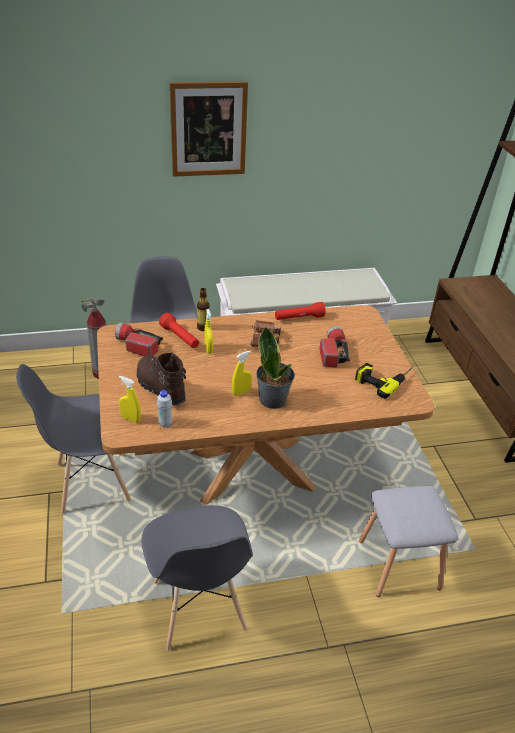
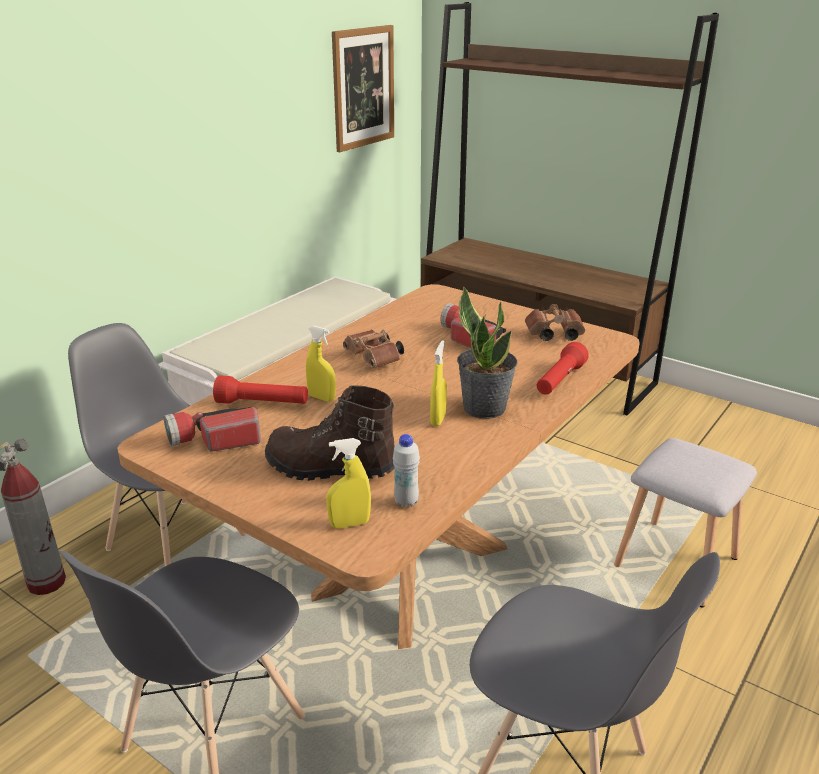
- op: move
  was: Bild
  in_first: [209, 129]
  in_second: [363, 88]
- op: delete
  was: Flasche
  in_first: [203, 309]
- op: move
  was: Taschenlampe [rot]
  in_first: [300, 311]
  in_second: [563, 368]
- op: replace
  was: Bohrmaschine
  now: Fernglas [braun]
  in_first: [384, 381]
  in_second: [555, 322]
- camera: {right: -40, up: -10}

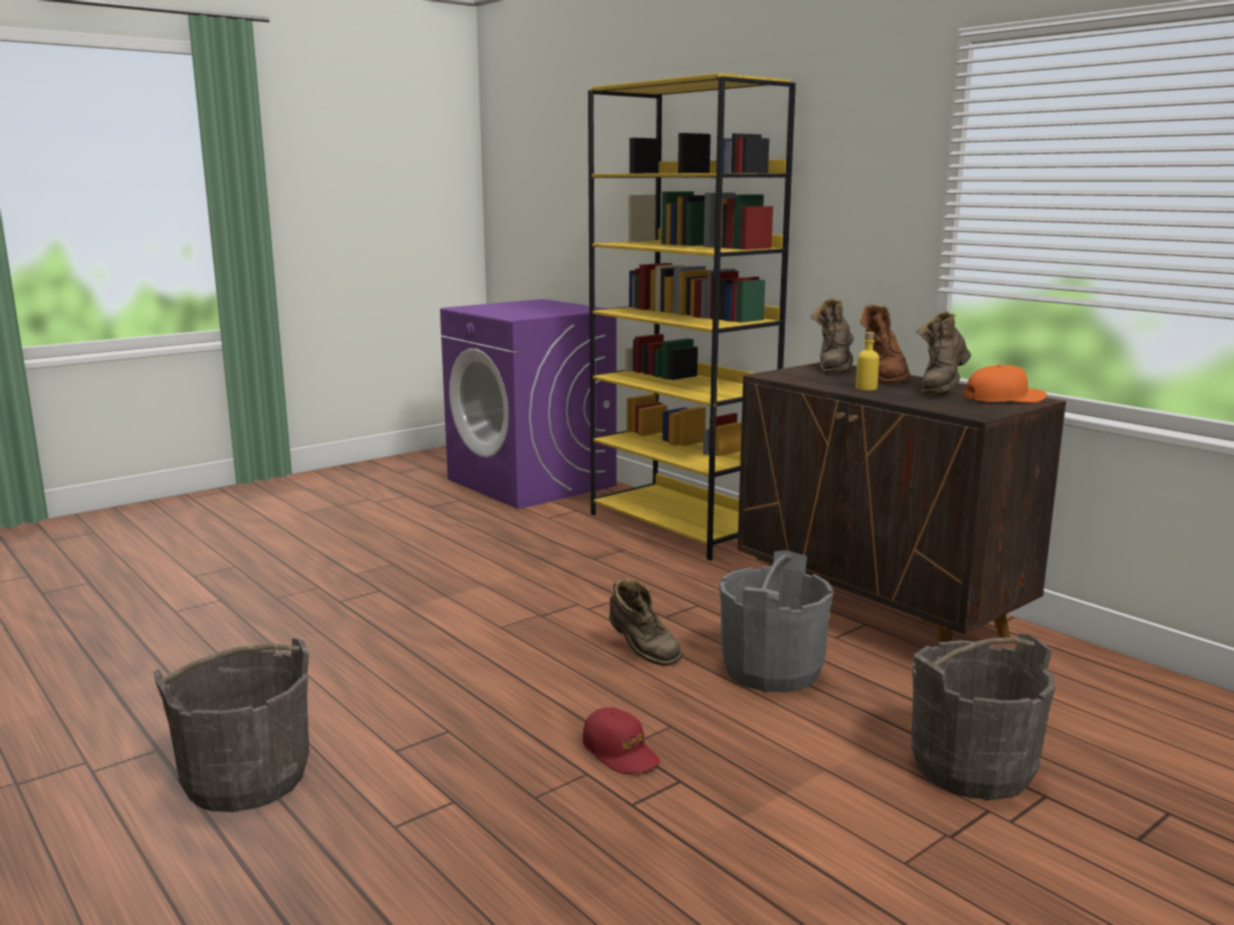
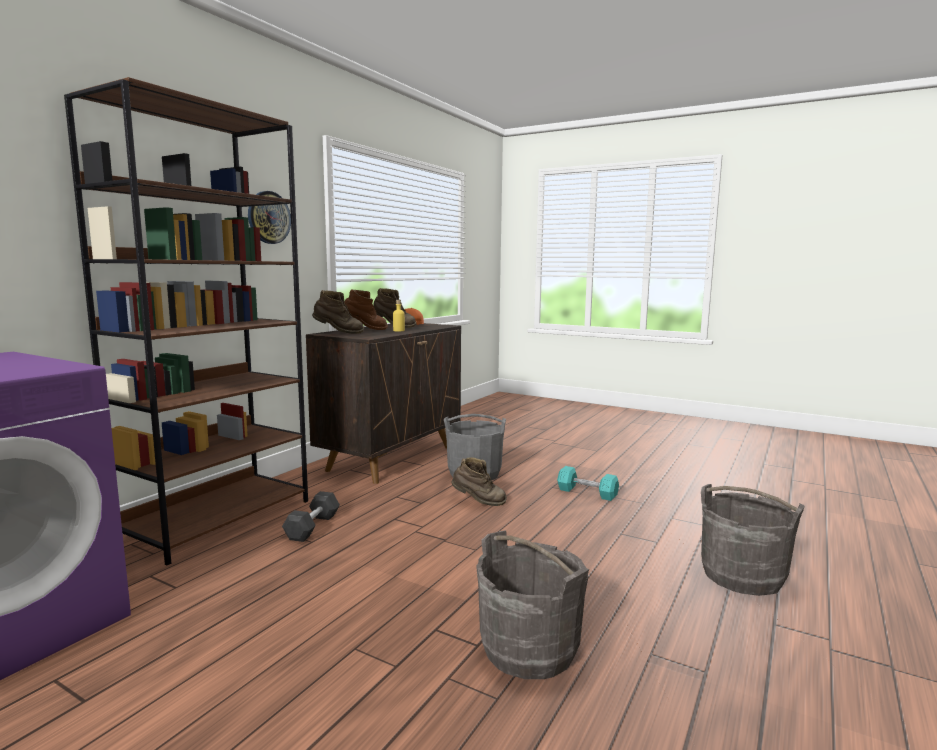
- op: replace
  was: Kappe [rot]
  now: Hantel [türkis]
  in_first: [621, 740]
  in_second: [588, 483]
- op: recolor
  was: Bücherregal [gelb]
  now: Bücherregal [braun]
  in_first: [692, 317]
  in_second: [186, 321]
- op: rotate
  was: Stiefel [braun]
  in_first: [646, 622]
  in_second: [479, 481]
  clockwise: 75
- op: move
  was: Eimer [grau]
  in_first: [983, 716]
  in_second: [532, 604]
- op: insert
  now: Wanduhr
  in_second: [269, 217]
- op: insert
  now: Hantel [grau]
  in_second: [311, 516]
- camera: {right: -110, up: -5}

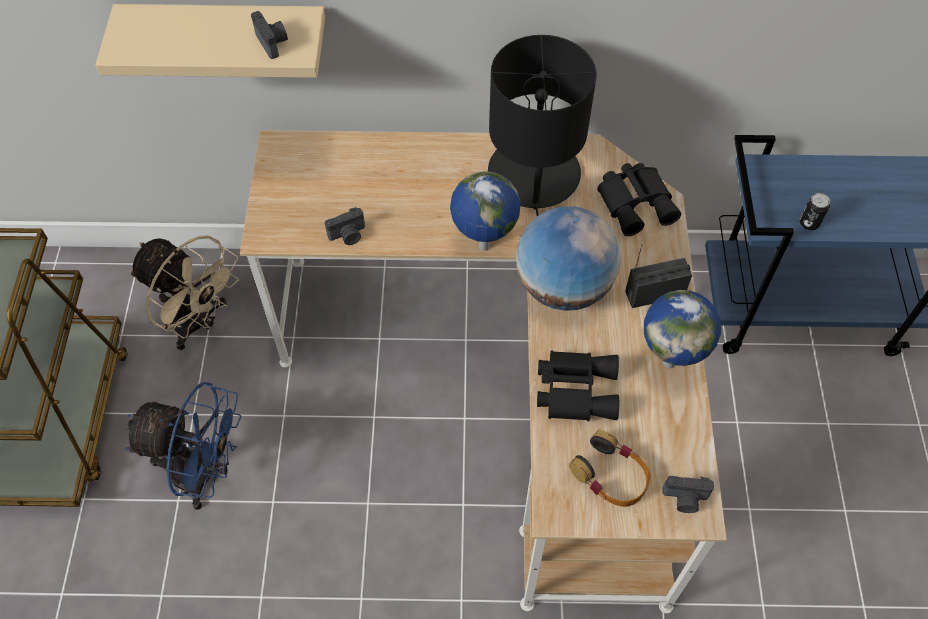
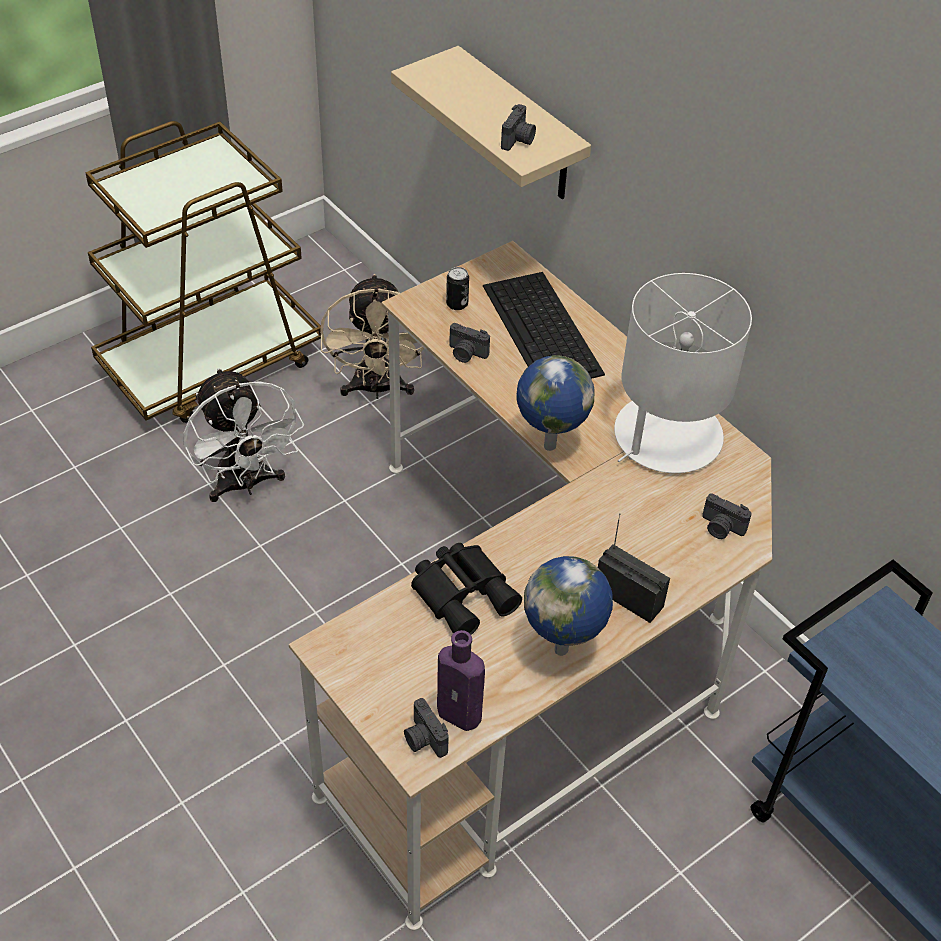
- op: recolor
  was: Ventilator [blau]
  now: Ventilator [weiß]
  in_first: [183, 446]
  in_second: [243, 435]
- op: recolor
  was: Tischlampe [schwarz]
  now: Tischlampe [weiß]
  in_first: [542, 125]
  in_second: [683, 373]
- op: delete
  was: Globus
  in_first: [568, 258]
- op: delete
  was: Kopfhörer
  in_first: [610, 468]
- op: replace
  was: Fernglas [schwarz]
  now: Kamera
  in_first: [639, 199]
  in_second: [727, 516]
- op: move
  was: Dose
  in_first: [814, 211]
  in_second: [457, 288]
- op: insert
  now: Flasche [lila]
  in_second: [461, 680]
- op: insert
  now: Tastatur
  in_second: [544, 325]
- camera: {right: 50, up: -10}

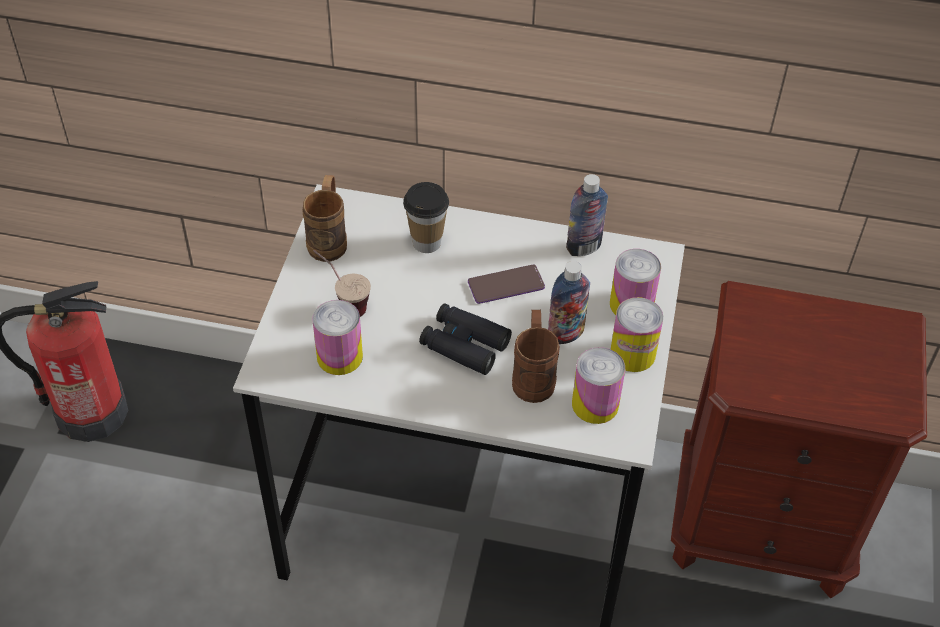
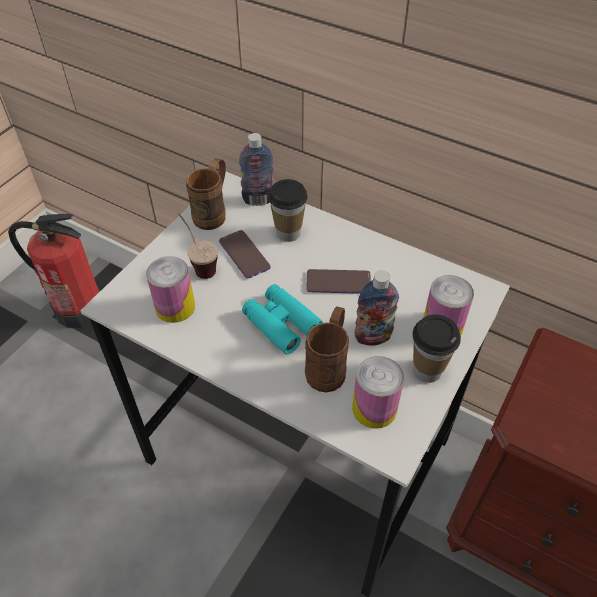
- op: recolor
  was: Fernglas [schwarz]
  now: Fernglas [türkis]
  in_first: [465, 339]
  in_second: [282, 319]
- op: move
  was: Flasche
  in_first: [587, 215]
  in_second: [256, 169]
- op: replace
  was: Dose
  now: Tasse
  in_first: [637, 334]
  in_second: [436, 349]
- op: insert
  now: Handy
  in_second: [245, 254]
- camera: {right: 20, up: 0}

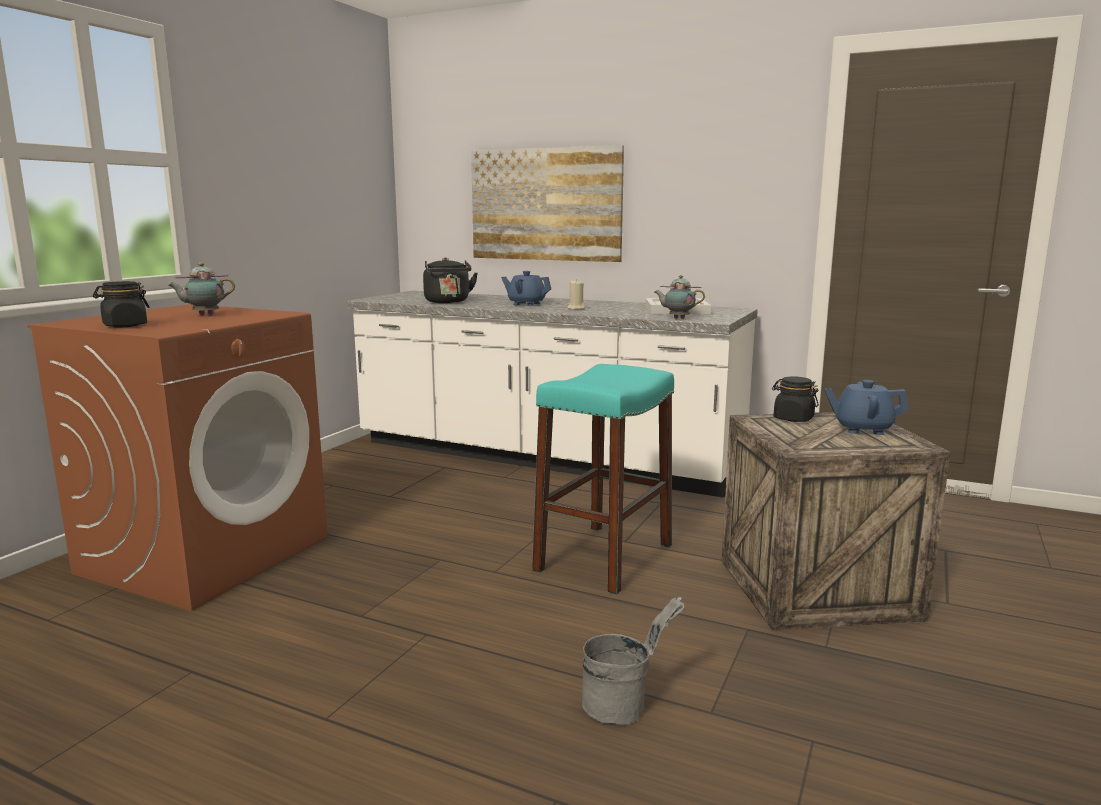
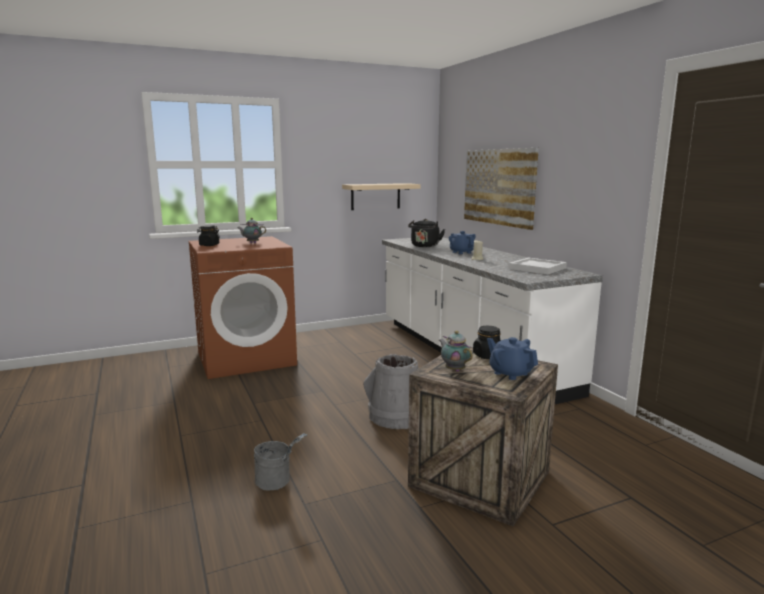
- op: replace
  was: Hocker [türkis]
  now: Eimer [grau]
  in_first: [603, 479]
  in_second: [391, 391]
- op: move
  was: Teekanne
  in_first: [680, 297]
  in_second: [456, 351]
- op: insert
  now: Wandregal [beige]
  in_second: [381, 196]
- camera: {right: 40, up: 0}

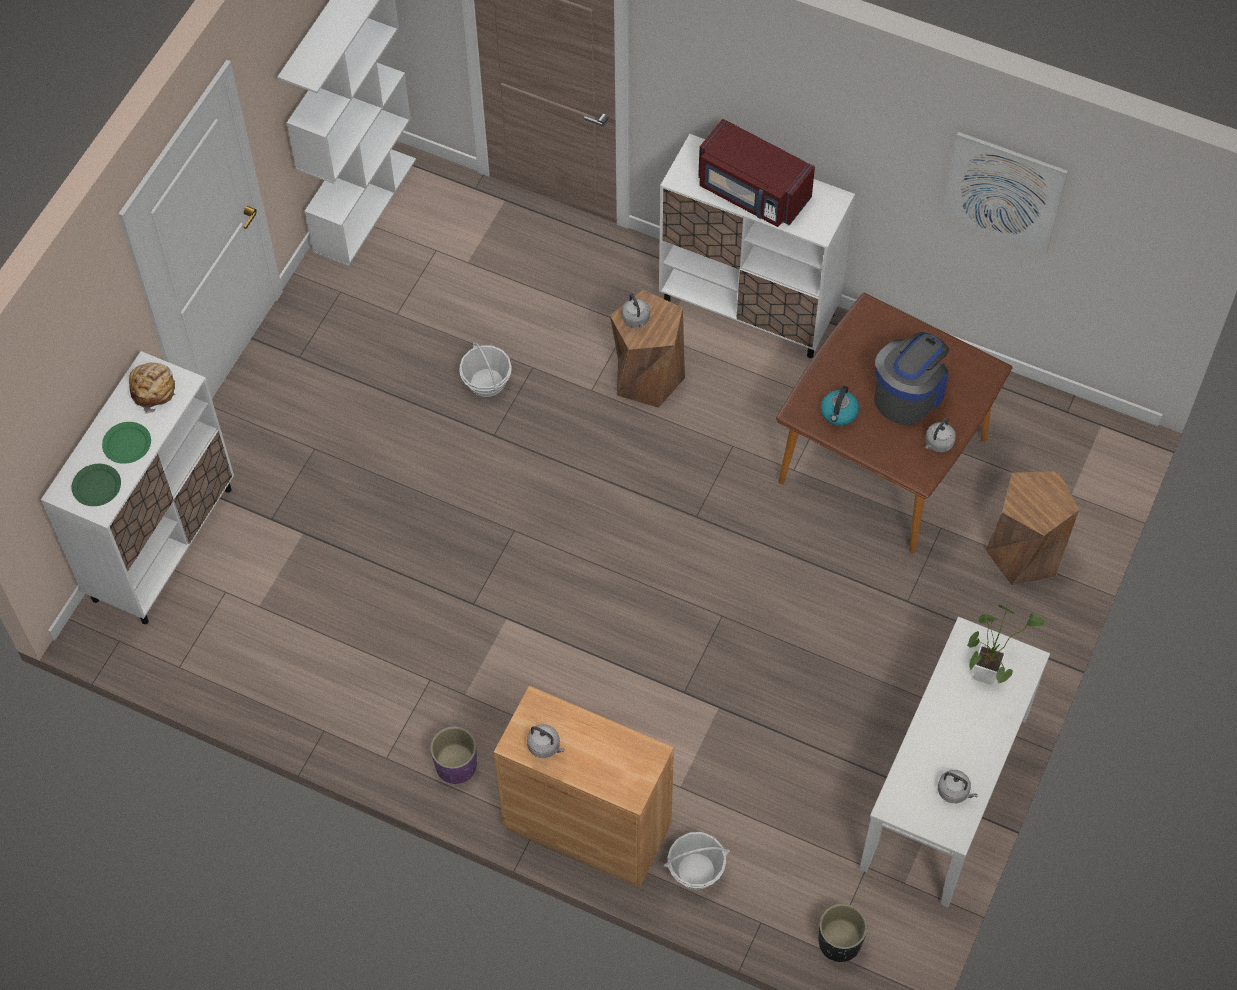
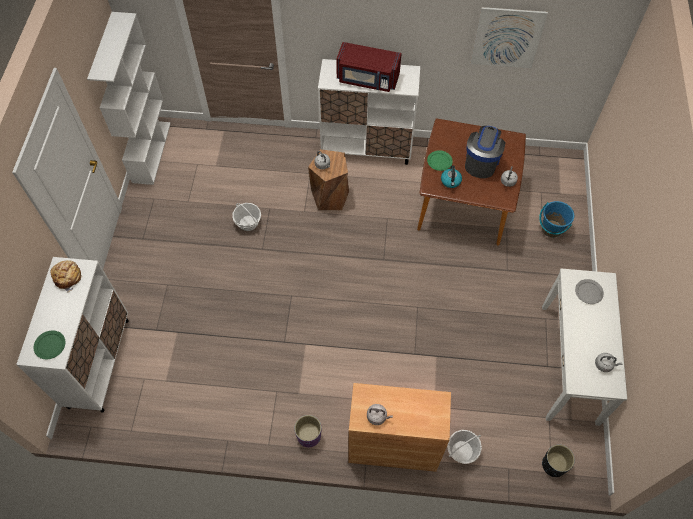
- op: move
  was: Teller [grün]
  in_first: [126, 443]
  in_second: [440, 160]
- op: replace
  was: Topfpflanze
  now: Teller [grau]
  in_first: [1006, 645]
  in_second: [589, 291]
- op: replace
  was: Hocker [braun]
  now: Eimer [blau]
  in_first: [1032, 528]
  in_second: [556, 219]
- camera: {right: -20, up: 0}

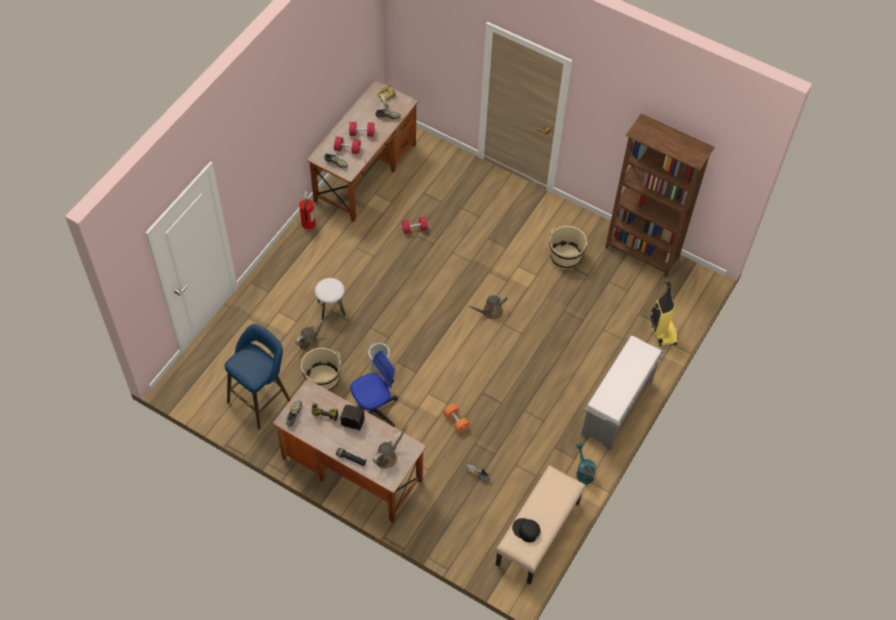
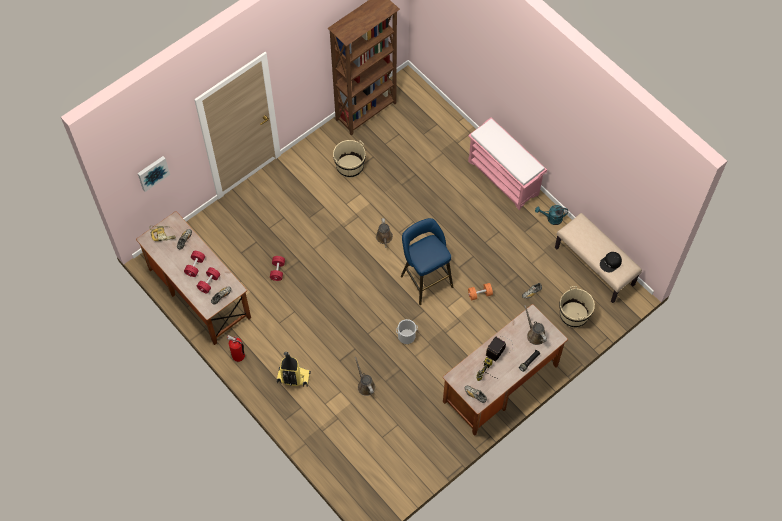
- op: move
  was: Hocker [blau]
  in_first: [257, 377]
  in_second: [427, 261]
- op: move
  was: Eimer [beige]
  in_first: [321, 369]
  in_second: [577, 307]
- op: delete
  was: Hocker [weiß]
  in_first: [330, 299]
- op: delete
  was: Bürostuhl
  in_first: [374, 389]
- op: recolor
  was: Bank [grau]
  now: Bank [rosa]
  in_first: [622, 393]
  in_second: [507, 164]
- op: move
  was: Staubsauger
  in_first: [664, 312]
  in_second: [294, 369]
- op: insert
  now: Bild
  in_second: [154, 174]
- camera: {right: -70, up: 5}

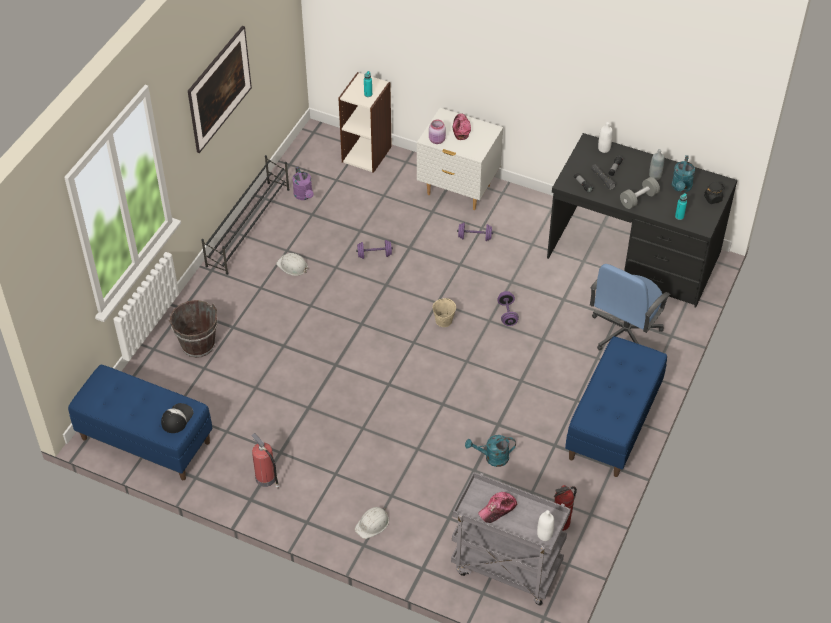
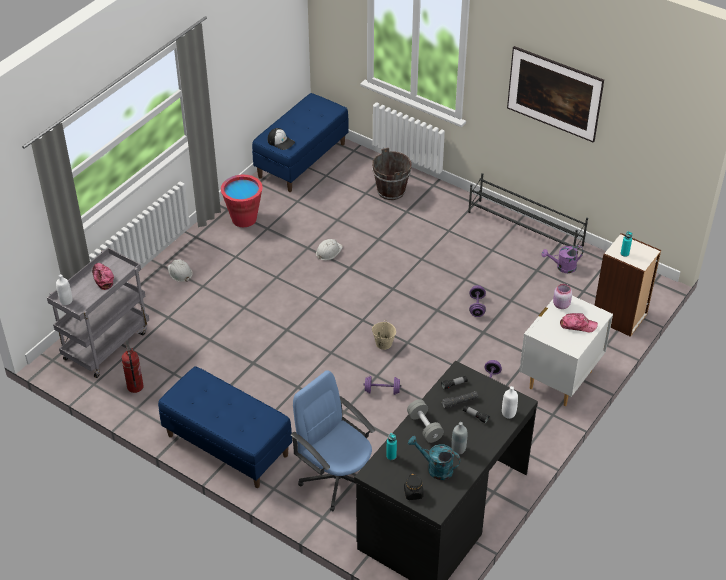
- op: replace
  was: Feuerlöscher
  now: Eimer [rot]
  in_first: [265, 461]
  in_second: [242, 201]
- op: move
  was: Schutzhelm [weiß]
  in_first: [292, 264]
  in_second: [329, 249]
- op: delete
  was: Gießkanne [türkis]
  in_first: [490, 451]
- camera: {right: 100, up: -5}

